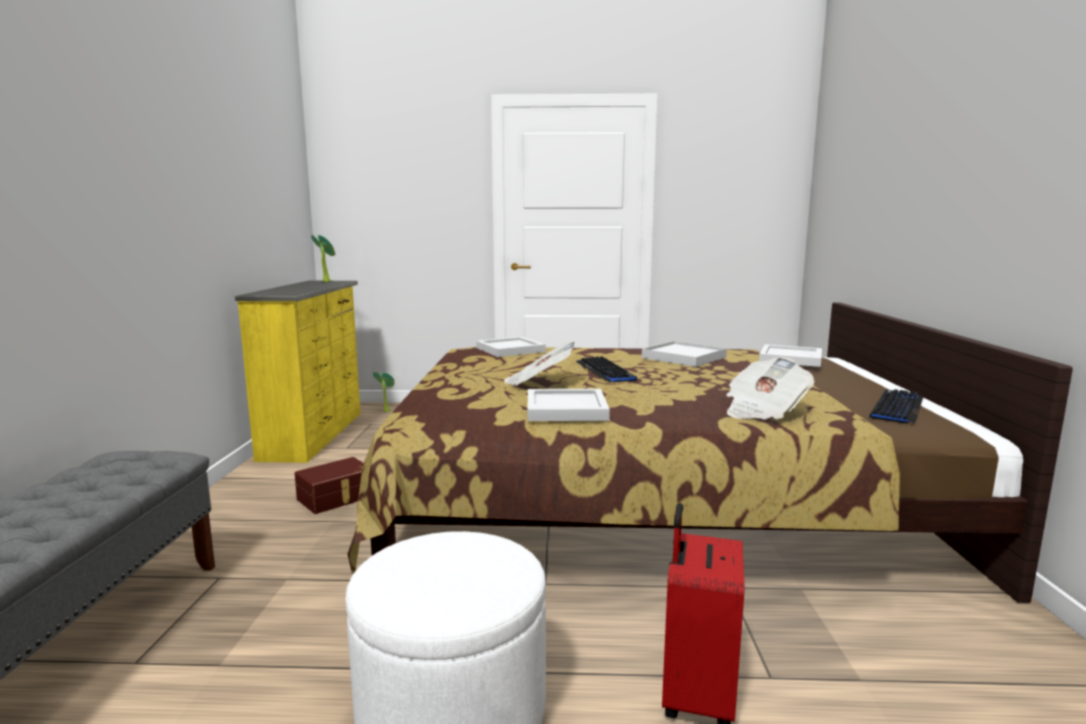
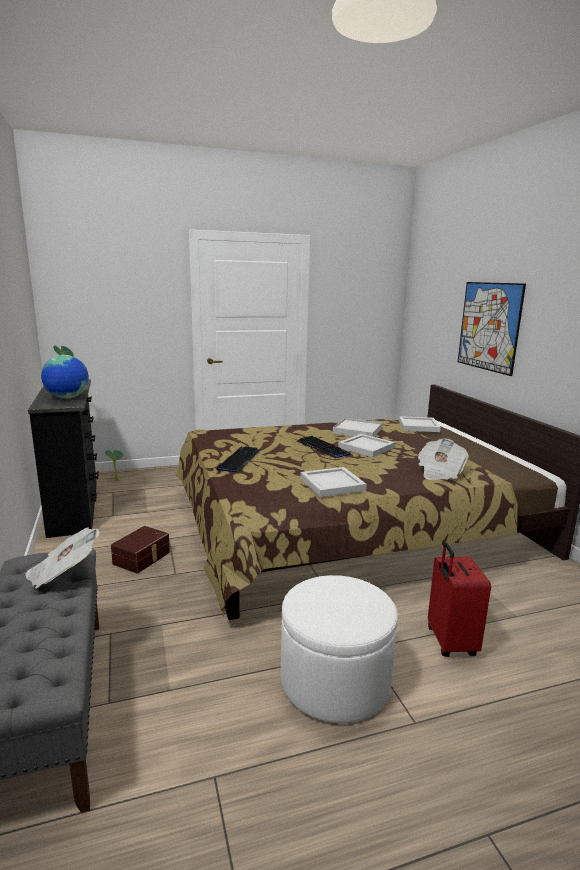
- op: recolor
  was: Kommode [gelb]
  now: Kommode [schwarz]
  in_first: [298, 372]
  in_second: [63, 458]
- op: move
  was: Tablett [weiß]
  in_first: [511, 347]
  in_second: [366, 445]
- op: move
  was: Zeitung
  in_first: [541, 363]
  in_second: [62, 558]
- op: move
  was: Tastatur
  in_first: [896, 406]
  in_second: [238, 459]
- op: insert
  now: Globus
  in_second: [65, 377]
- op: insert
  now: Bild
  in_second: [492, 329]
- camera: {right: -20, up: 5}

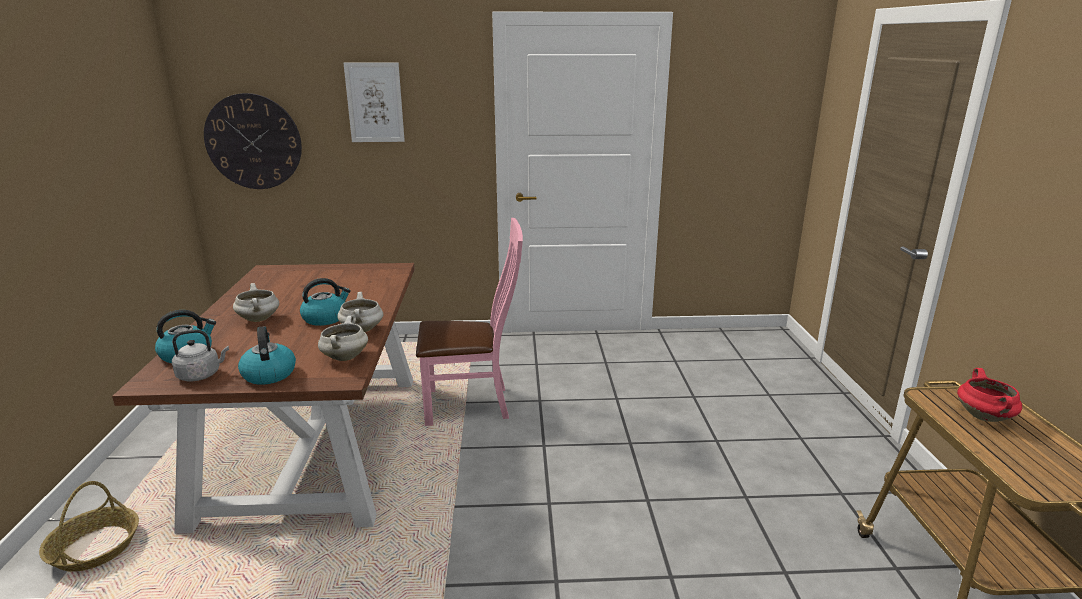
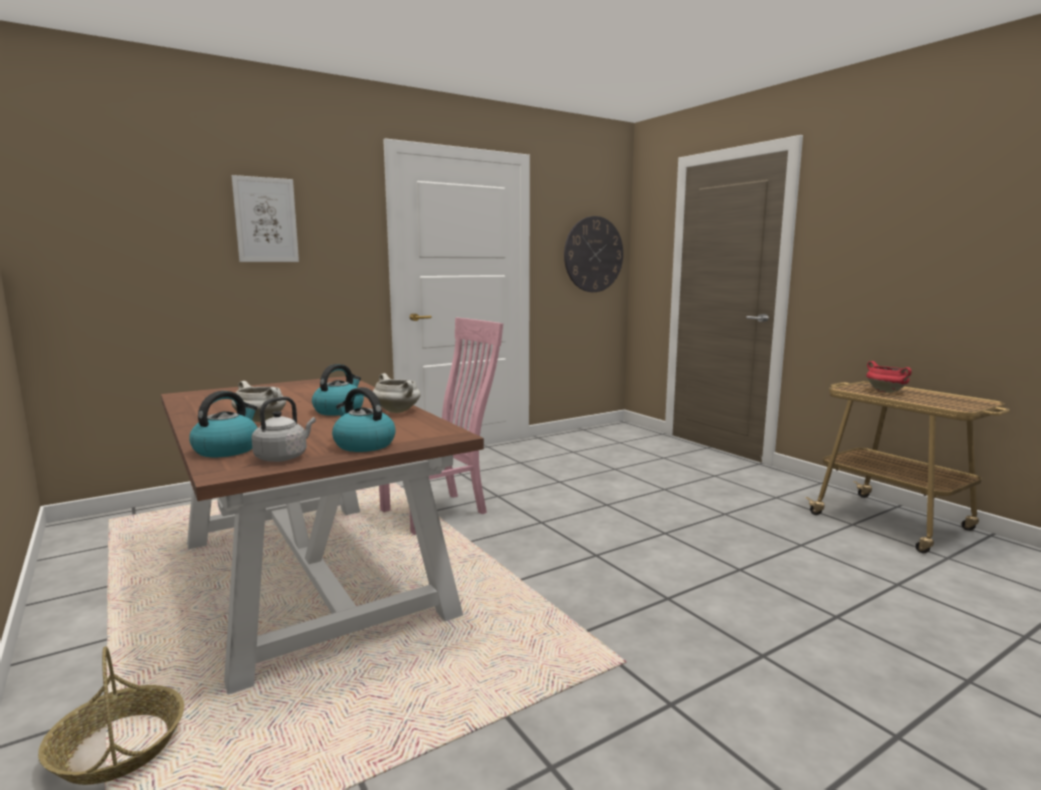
- op: move
  was: Wanduhr
  in_first: [253, 141]
  in_second: [593, 254]
- op: delete
  was: Kochtopf [weiß]
  in_first: [343, 338]
- camera: {right: -30, up: -10}

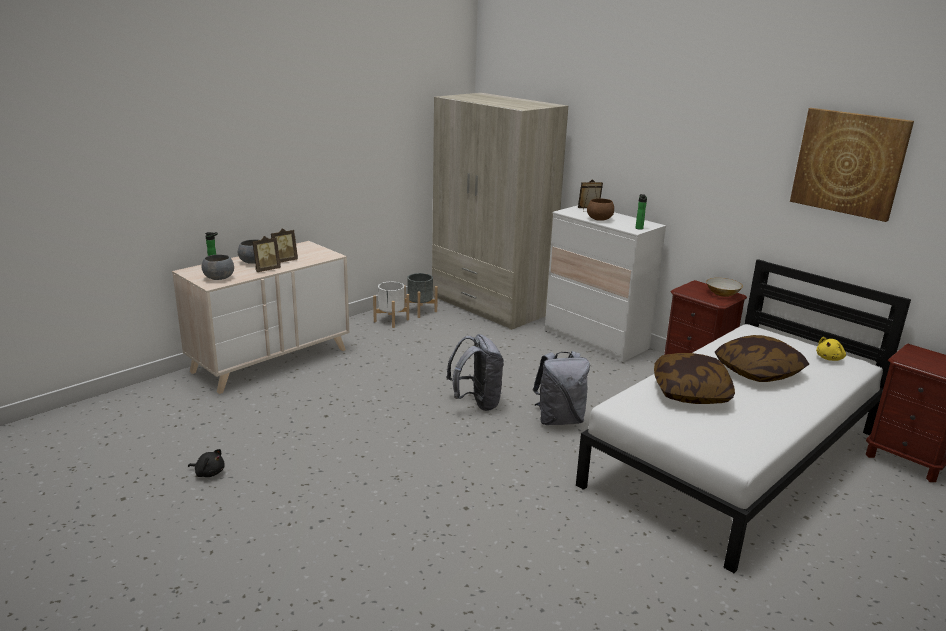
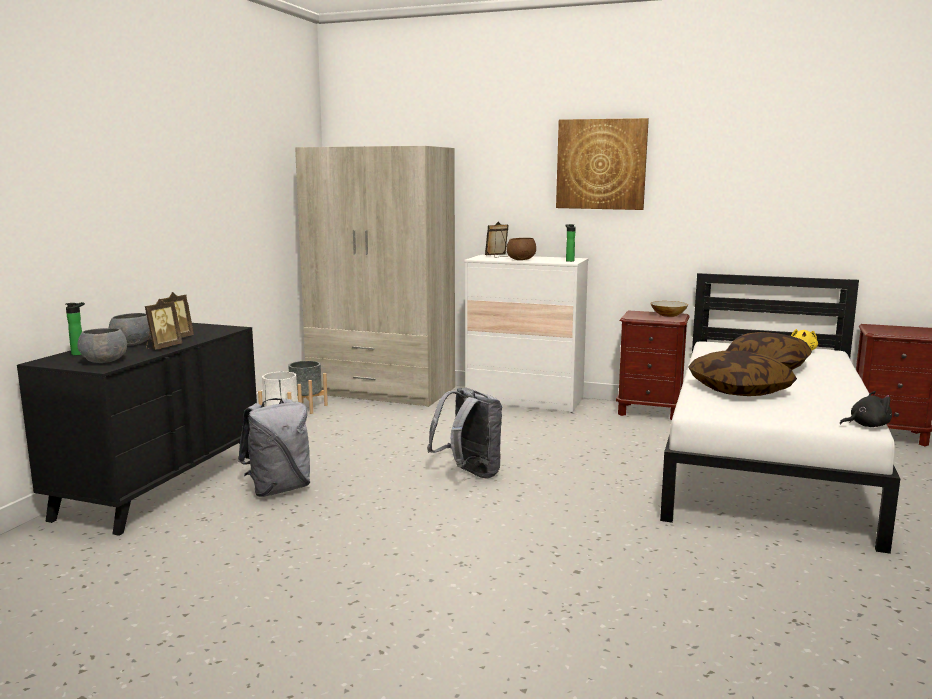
- op: recolor
  was: Kommode [beige]
  now: Kommode [schwarz]
  in_first: [260, 317]
  in_second: [137, 429]
- op: move
  was: Plüschtier [schwarz]
  in_first: [206, 463]
  in_second: [866, 409]
- op: move
  was: Rucksack [grau]
  in_first: [561, 388]
  in_second: [274, 447]
- op: move
  was: Bild
  in_first: [852, 165]
  in_second: [602, 164]
- camera: {right: -25, up: -10}

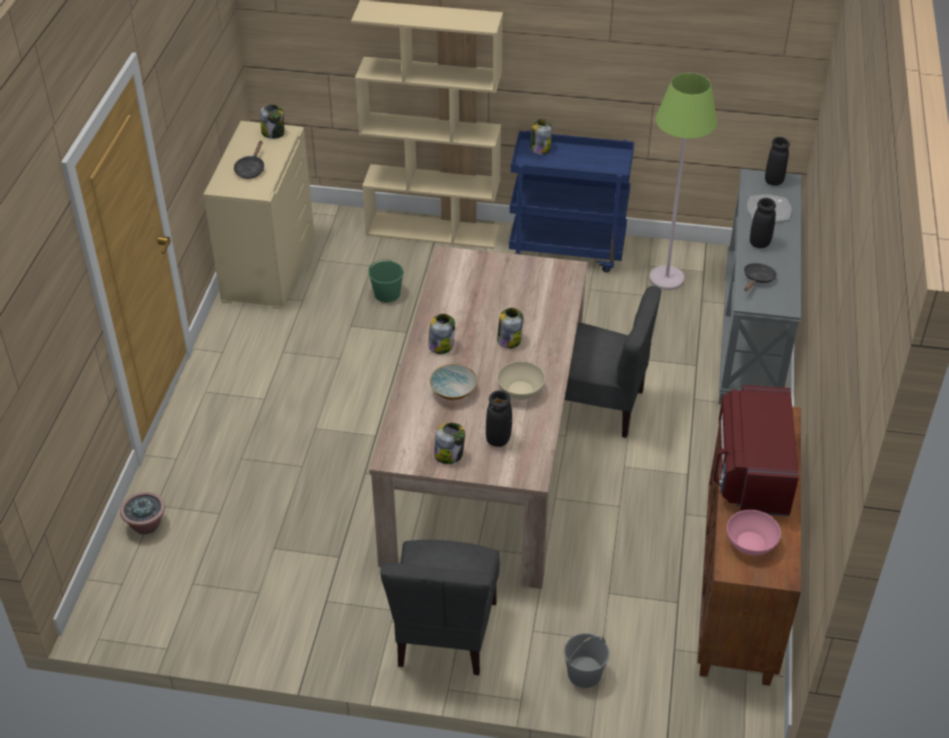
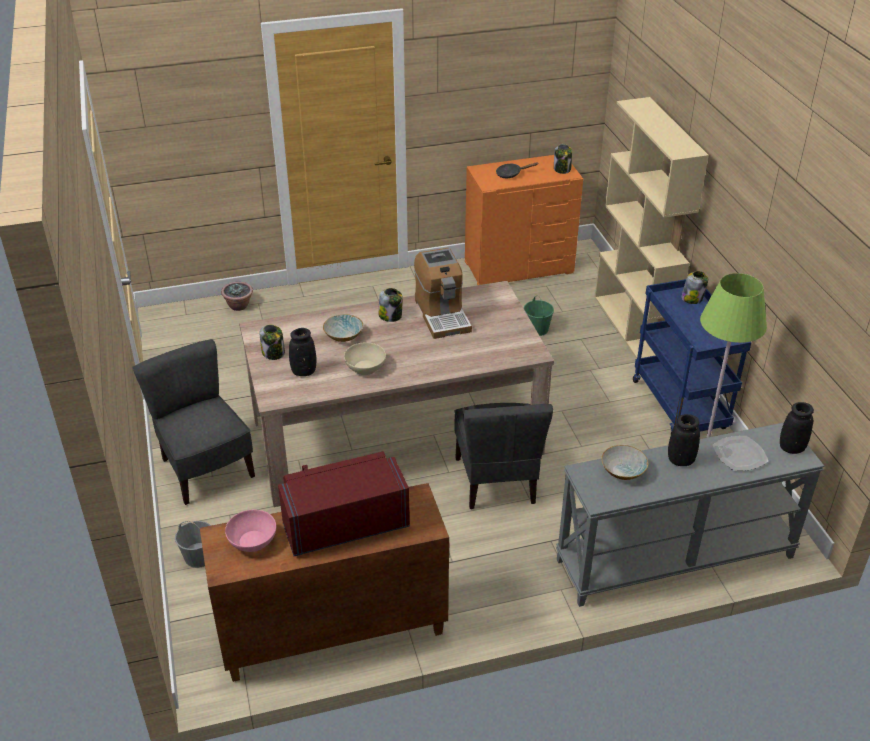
- op: recolor
  was: Kommode [beige]
  now: Kommode [orange]
  in_first: [258, 215]
  in_second: [524, 220]
- op: rotate
  was: Stuhl [grau]
  in_first: [440, 607]
  in_second: [194, 422]
  clockwise: 75
- op: delete
  was: Vorratsglas
  in_first: [510, 328]
- op: replace
  was: Pfanne [schwarz]
  now: Schüssel
  in_first: [760, 277]
  in_second: [624, 462]
- op: insert
  now: Kaffeemaschine
  in_second: [443, 293]
- camera: {right: 65, up: -5}

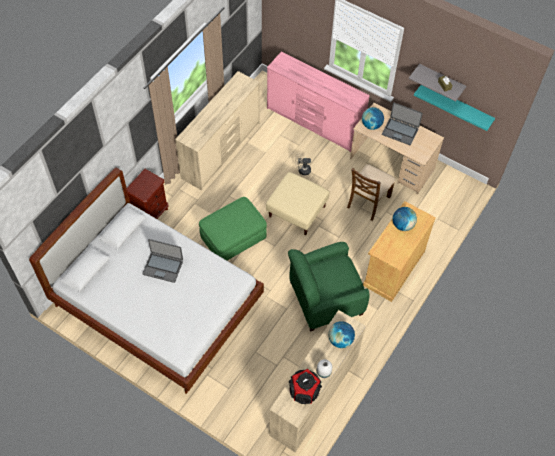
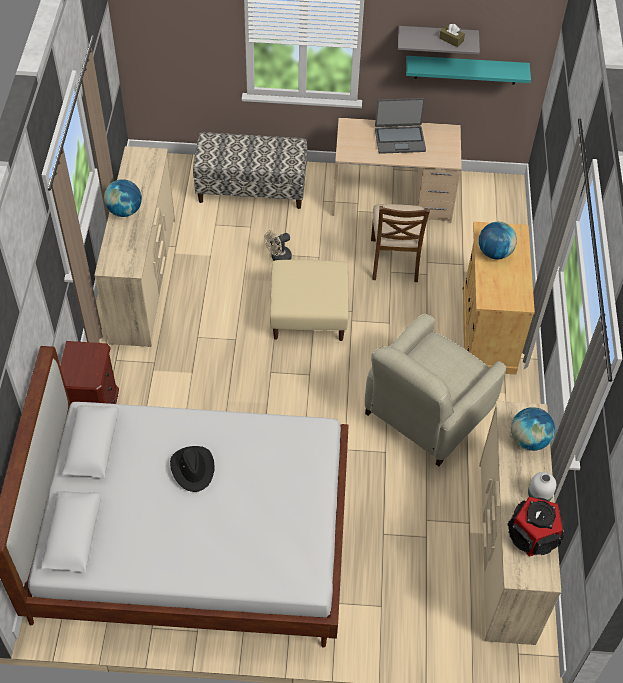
- op: replace
  was: Laptop
  now: Hut [schwarz]
  in_first: [162, 261]
  in_second: [192, 469]
- op: delete
  was: Polsterhocker [grün]
  in_first: [233, 228]
- op: replace
  was: Kommode [rosa]
  now: Bank
  in_first: [318, 101]
  in_second: [250, 170]
- op: recolor
  was: Sessel [grün]
  now: Sessel [beige]
  in_first: [328, 287]
  in_second: [435, 390]
- op: move
  was: Globus
  in_first: [373, 118]
  in_second: [123, 198]
- camera: {right: -30, up: -5}

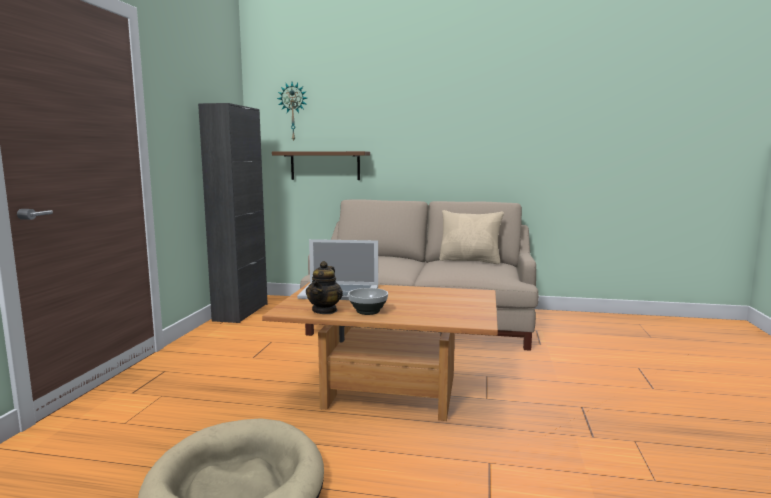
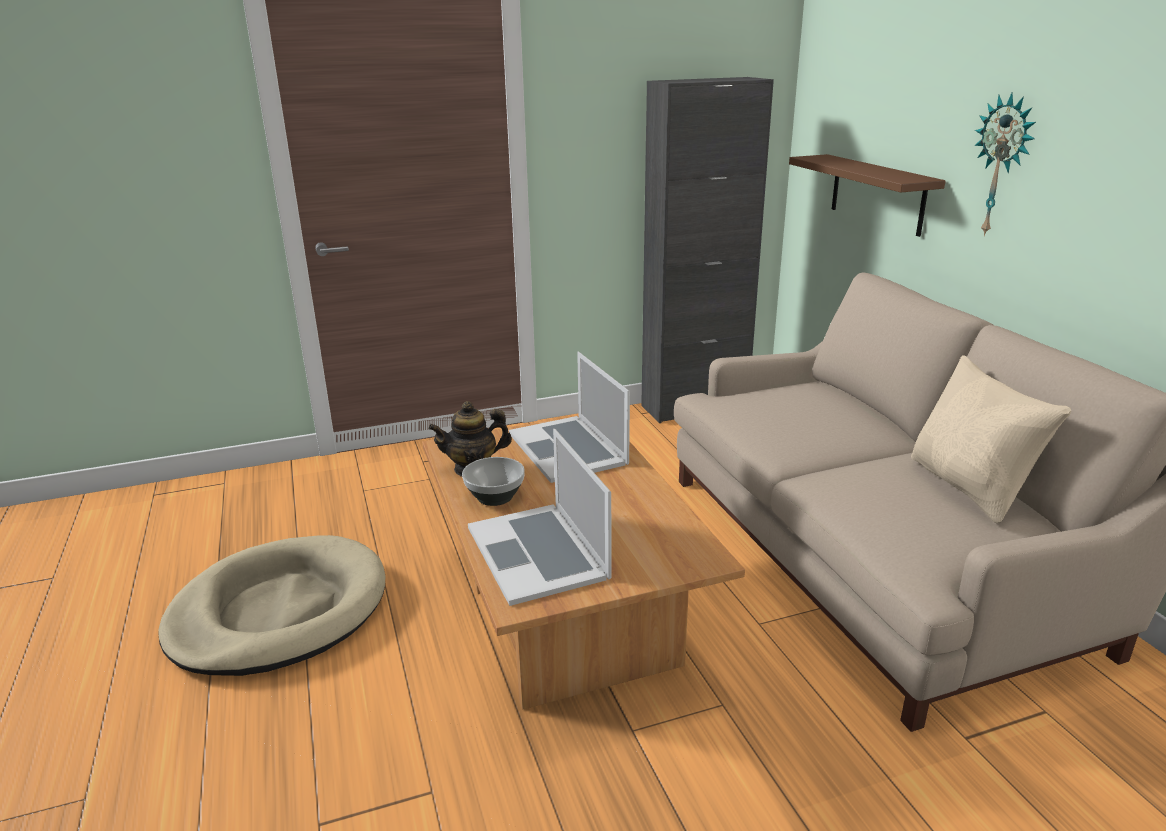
- op: move
  was: Wanduhr
  in_first: [292, 112]
  in_second: [1005, 164]
- op: insert
  now: Laptop
  in_second: [539, 517]
- camera: {right: 60, up: 15}

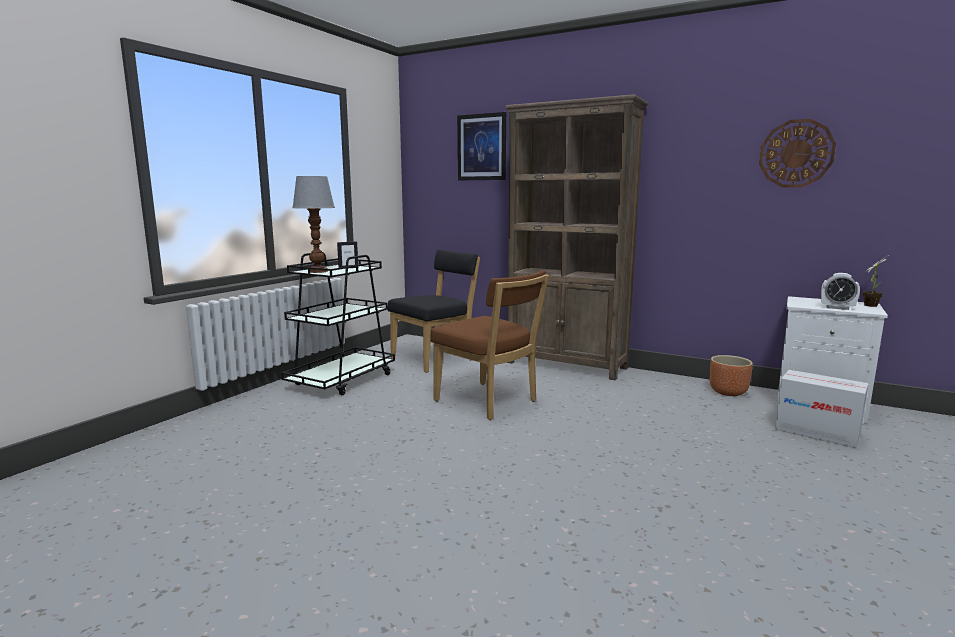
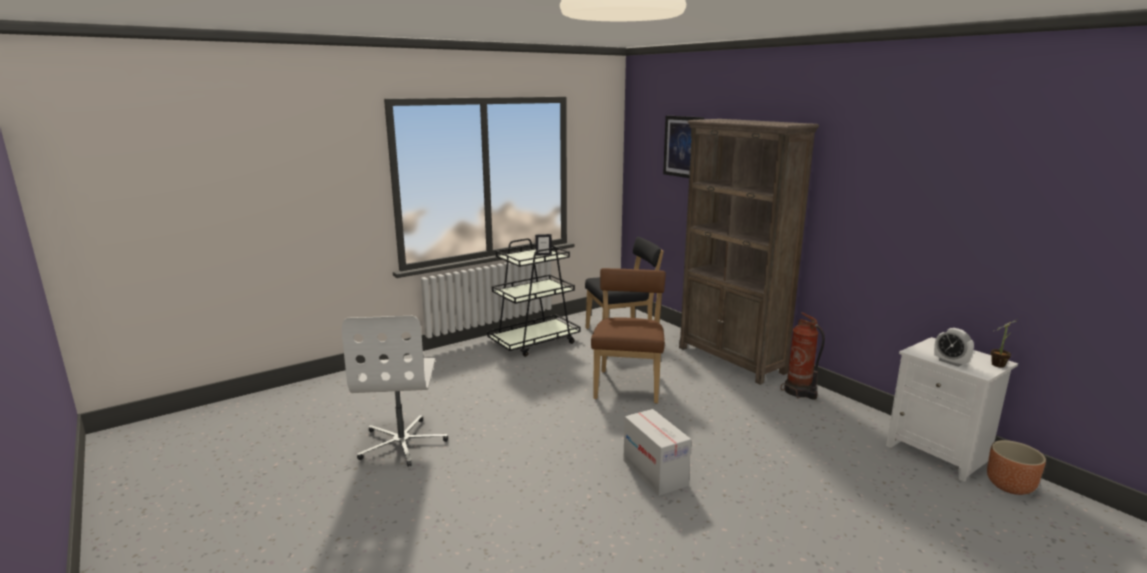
- op: delete
  was: Tischlampe
  in_first: [313, 224]
- op: rotate
  was: Stuhl [braun]
  in_first: [489, 345]
  in_second: [628, 336]
  clockwise: -150
- op: move
  was: Pflanzkübel [braun]
  in_first: [731, 375]
  in_second: [1016, 467]
- op: delete
  was: Wanduhr
  in_first: [797, 153]
- op: move
  was: Karton
  in_first: [822, 409]
  in_second: [657, 452]
- op: insert
  now: Bürostuhl [weiß]
  in_second: [395, 391]
- op: insert
  now: Feuerlöscher
  in_second: [803, 356]
- camera: {right: 25, up: 5}

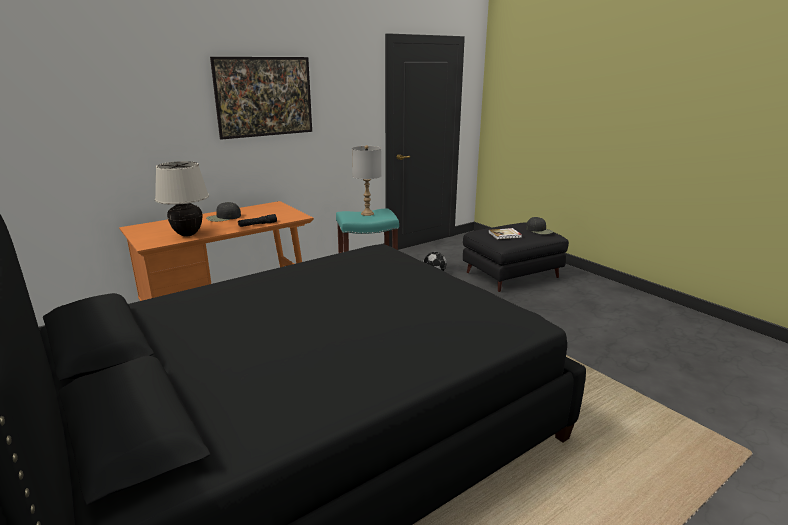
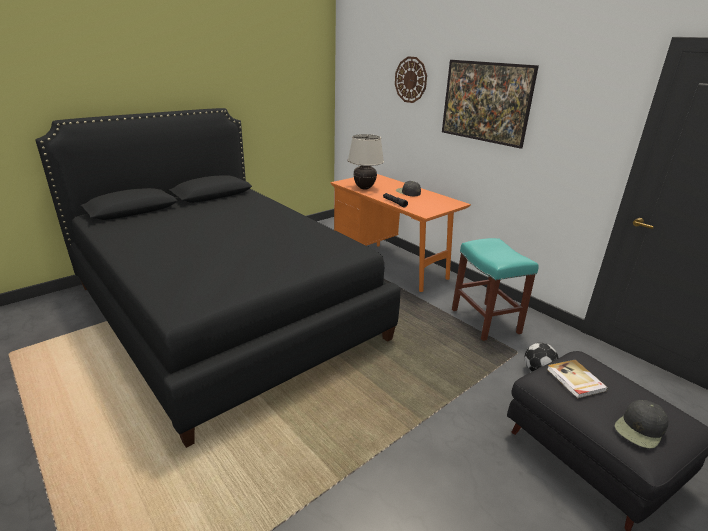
- op: delete
  was: Tischlampe [grau]
  in_first: [366, 180]
- op: insert
  now: Wanduhr
  in_second: [411, 79]
- camera: {right: 85, up: 5}

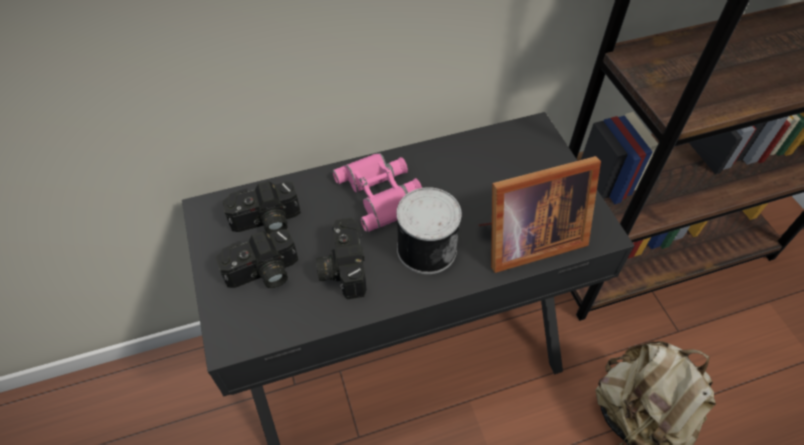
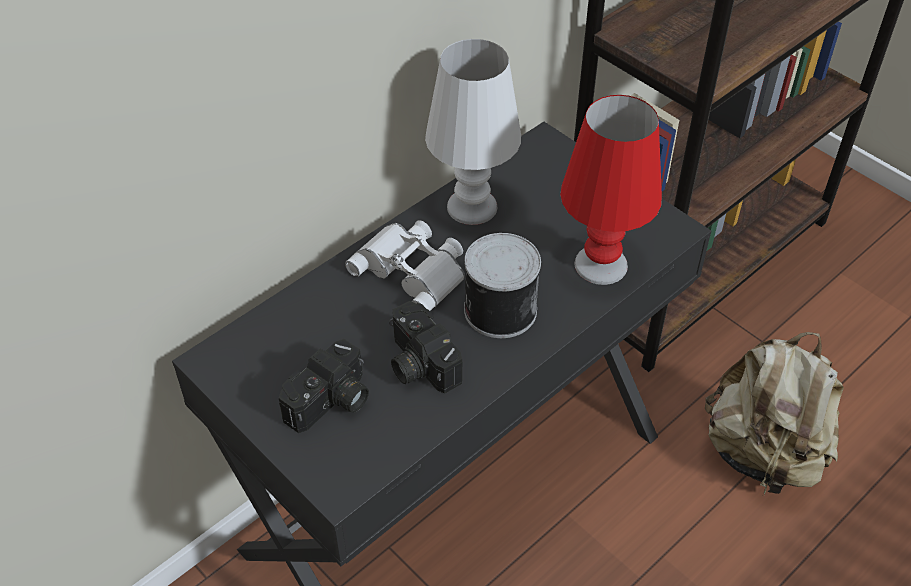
- op: delete
  was: Kamera
  in_first: [262, 207]
- op: recolor
  was: Fernglas [rosa]
  now: Fernglas [weiß]
  in_first: [377, 192]
  in_second: [405, 265]
- op: replace
  was: Bilderrahmen
  now: Tischlampe [rot]
  in_first: [540, 214]
  in_second: [611, 190]
- op: insert
  now: Tischlampe [weiß]
  in_second: [473, 132]
- camera: {right: -25, up: -5}

